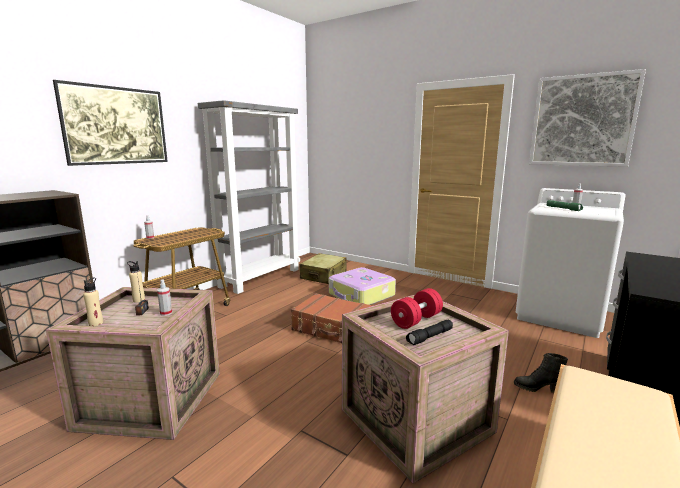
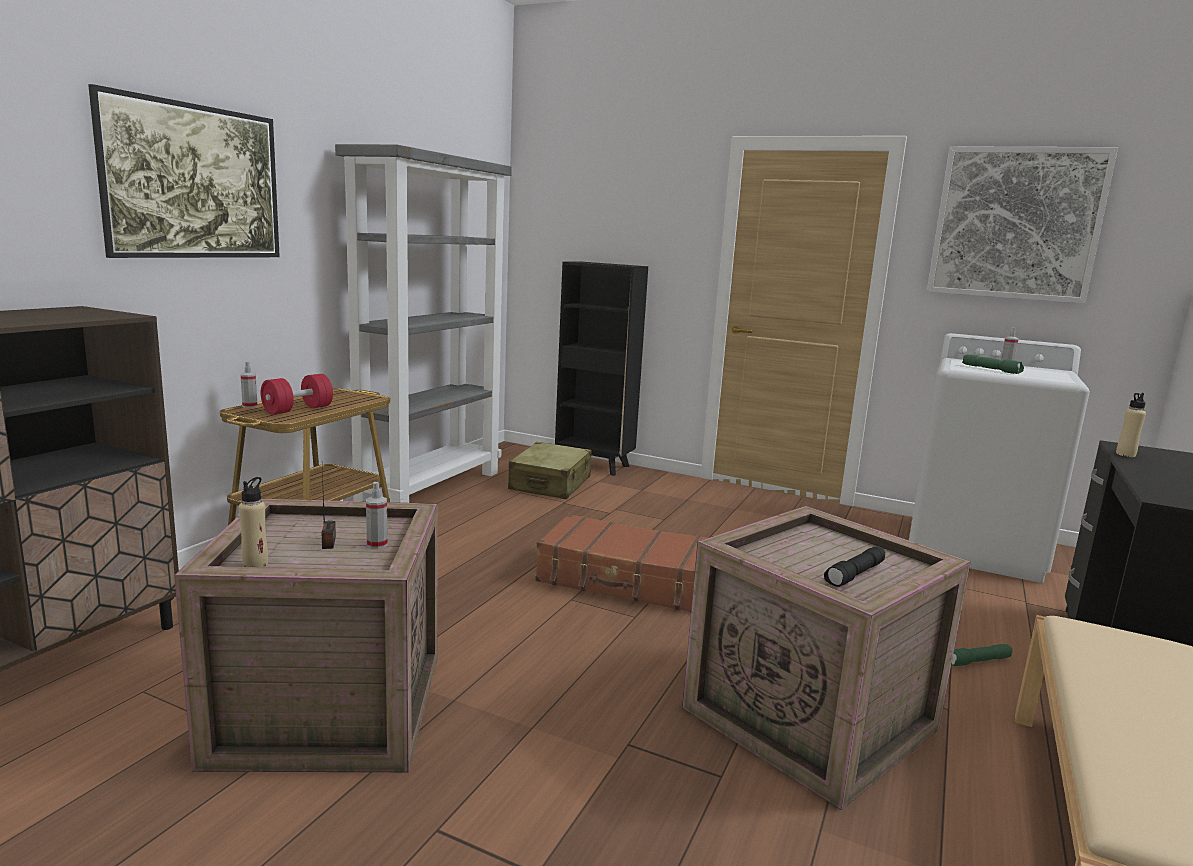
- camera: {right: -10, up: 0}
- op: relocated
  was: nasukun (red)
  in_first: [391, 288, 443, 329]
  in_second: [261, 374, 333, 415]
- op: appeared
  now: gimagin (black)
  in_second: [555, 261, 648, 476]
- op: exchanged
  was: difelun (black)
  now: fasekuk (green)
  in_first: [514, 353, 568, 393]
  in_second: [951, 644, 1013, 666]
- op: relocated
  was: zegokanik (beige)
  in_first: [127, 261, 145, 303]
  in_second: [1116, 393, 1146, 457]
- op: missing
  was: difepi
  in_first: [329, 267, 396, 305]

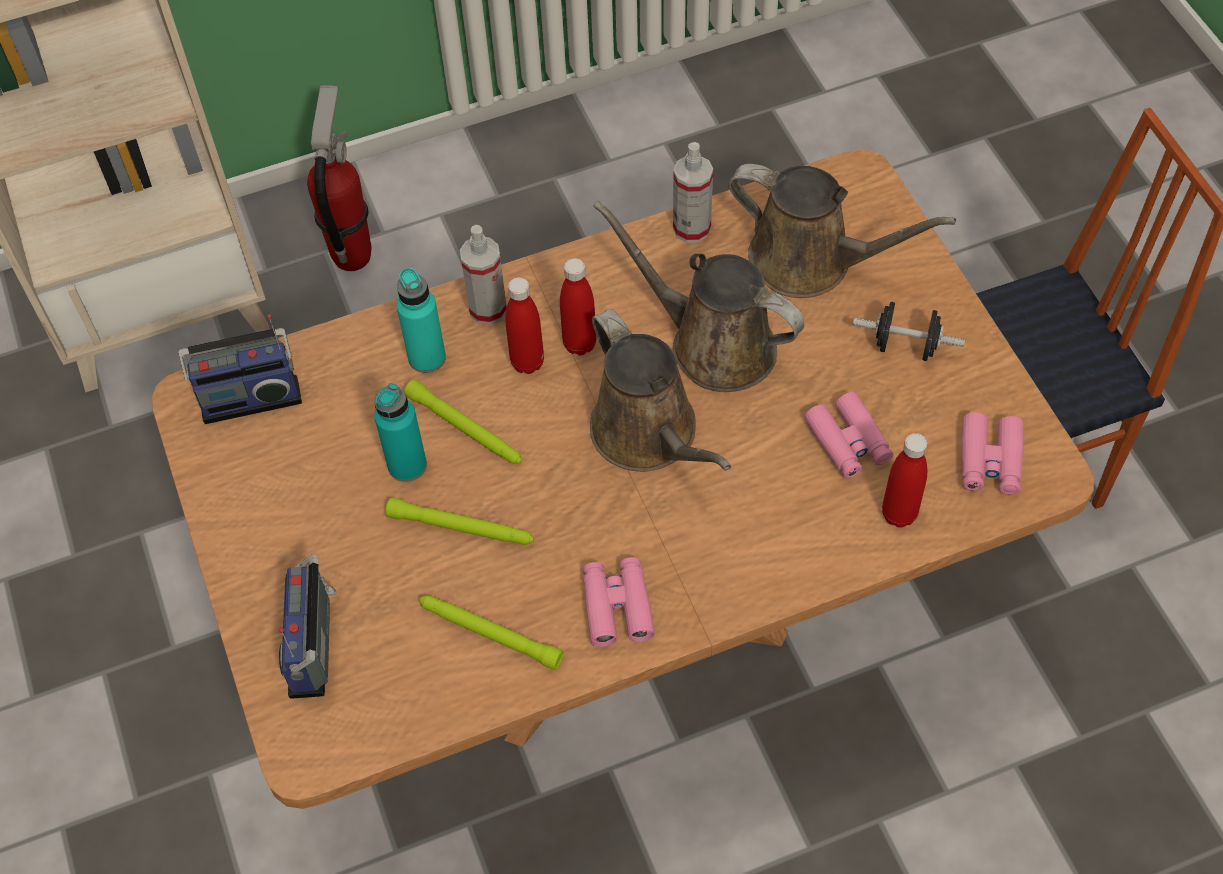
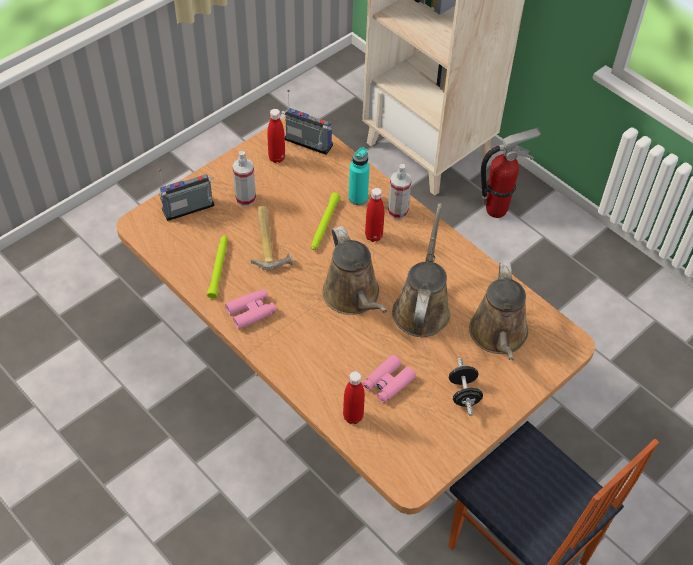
- camera: {right: 65, up: -5}
- op: relocated
  was: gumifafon
  in_first: [673, 142, 713, 243]
  in_second: [233, 151, 256, 206]
- op: exchanged
  was: fasekuk (green)
  now: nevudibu
  in_first: [385, 497, 534, 545]
  in_second: [251, 206, 293, 271]
- op: relocated
  was: zegokanik (red)
  in_first: [560, 258, 596, 355]
  in_second: [267, 109, 285, 163]
- op: spun
  was: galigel
  in_first: [178, 314, 302, 424]
  in_second: [281, 89, 333, 155]
  clockwise: 150
- op: spun
  was: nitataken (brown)
  in_first: [590, 309, 731, 472]
  in_second: [322, 226, 387, 315]
  clockwise: -60
- op: missing
  was: zegokanik (turquoise)
  in_first: [374, 383, 427, 482]
- op: missing
  was: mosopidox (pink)
  in_first: [962, 412, 1024, 495]

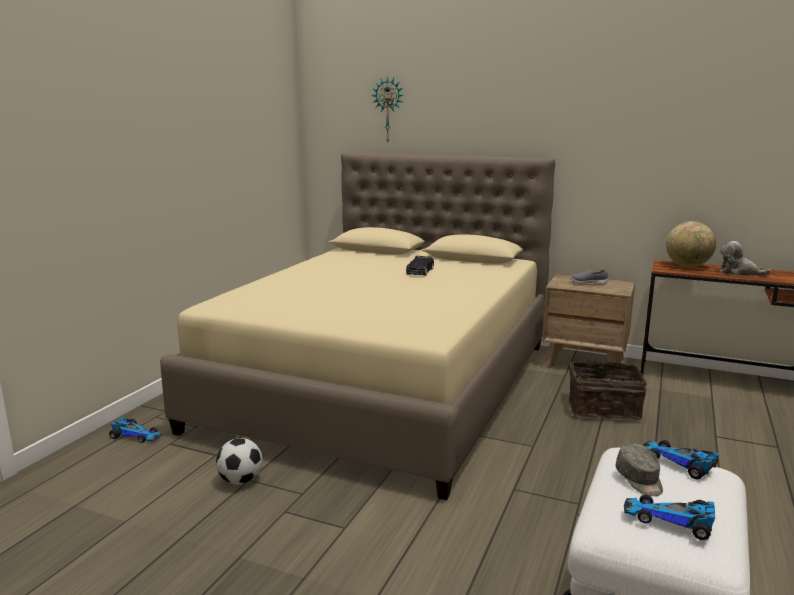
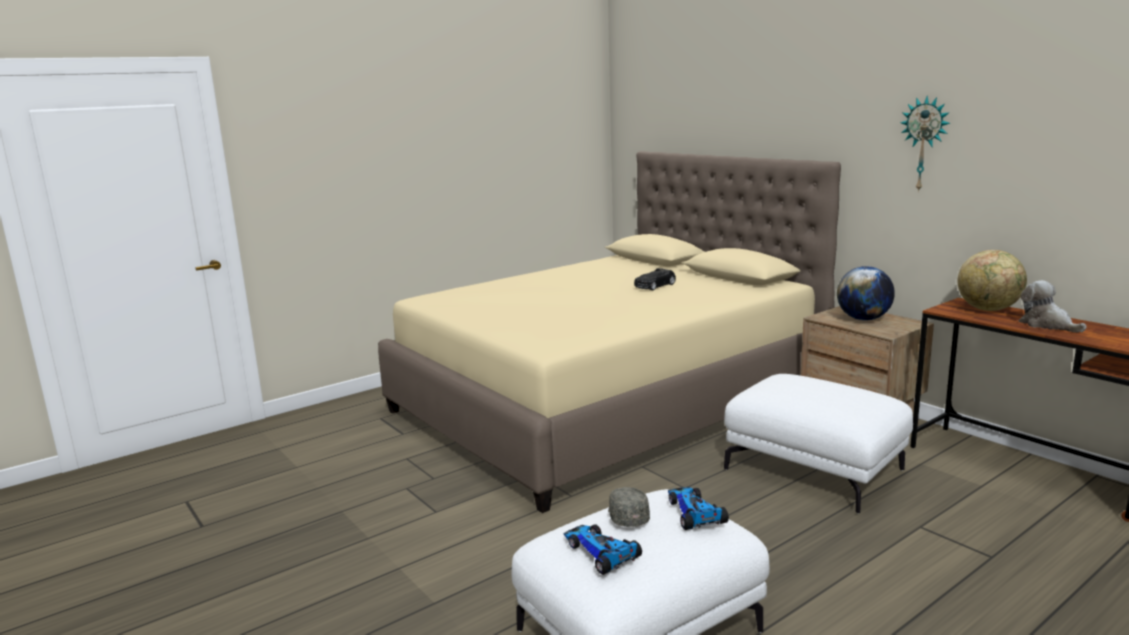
- camera: {right: 30, up: 0}
- op: spun
  was: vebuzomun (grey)
  in_first: [616, 443, 663, 496]
  in_second: [608, 487, 650, 527]
  clockwise: 150
- op: exchanged
  was: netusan
  now: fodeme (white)
  in_first: [569, 359, 647, 420]
  in_second: [724, 374, 913, 514]
- op: exchanged
  was: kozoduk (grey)
  now: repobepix
  in_first: [570, 269, 608, 284]
  in_second: [837, 266, 895, 321]
- op: relocated
  was: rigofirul
  in_first: [371, 76, 403, 144]
  in_second: [900, 96, 950, 192]
- op: missing
  was: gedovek
  in_first: [109, 417, 163, 443]
- op: missing
  was: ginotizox
  in_first: [216, 438, 262, 485]

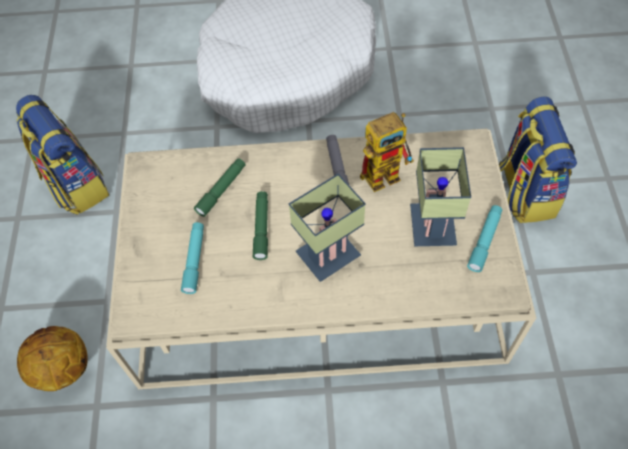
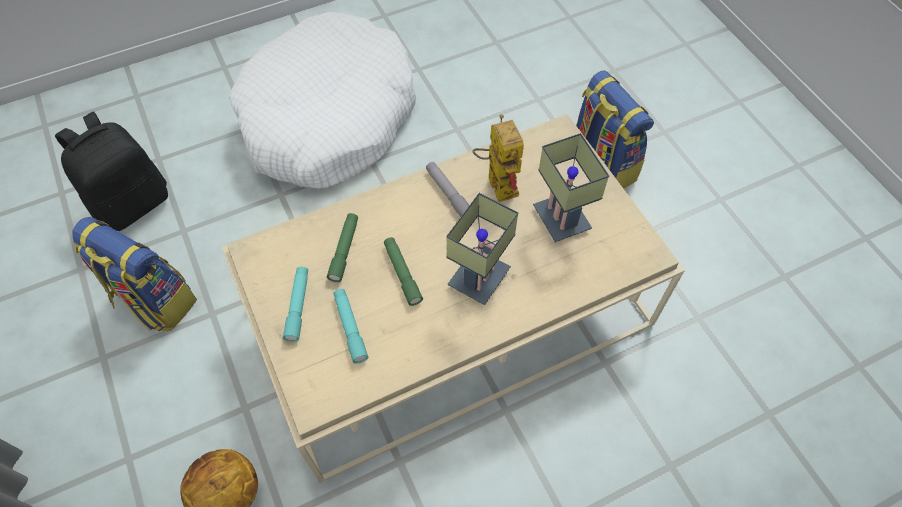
- camera: {right: -25, up: 0}
- op: appeared
  now: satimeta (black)
  in_second: [55, 112, 168, 231]
- op: relocated
  was: fasekuk (turquoise)
  in_first: [467, 205, 502, 272]
  in_second: [283, 267, 308, 342]
- op: spun
  was: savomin
  in_first: [360, 112, 414, 192]
  in_second: [473, 114, 524, 202]
  clockwise: -60

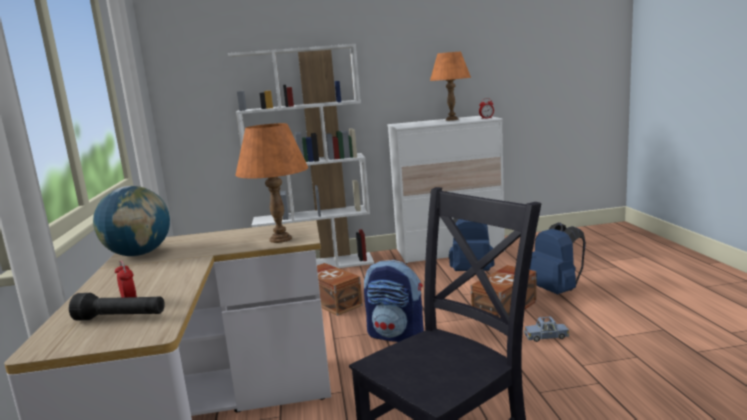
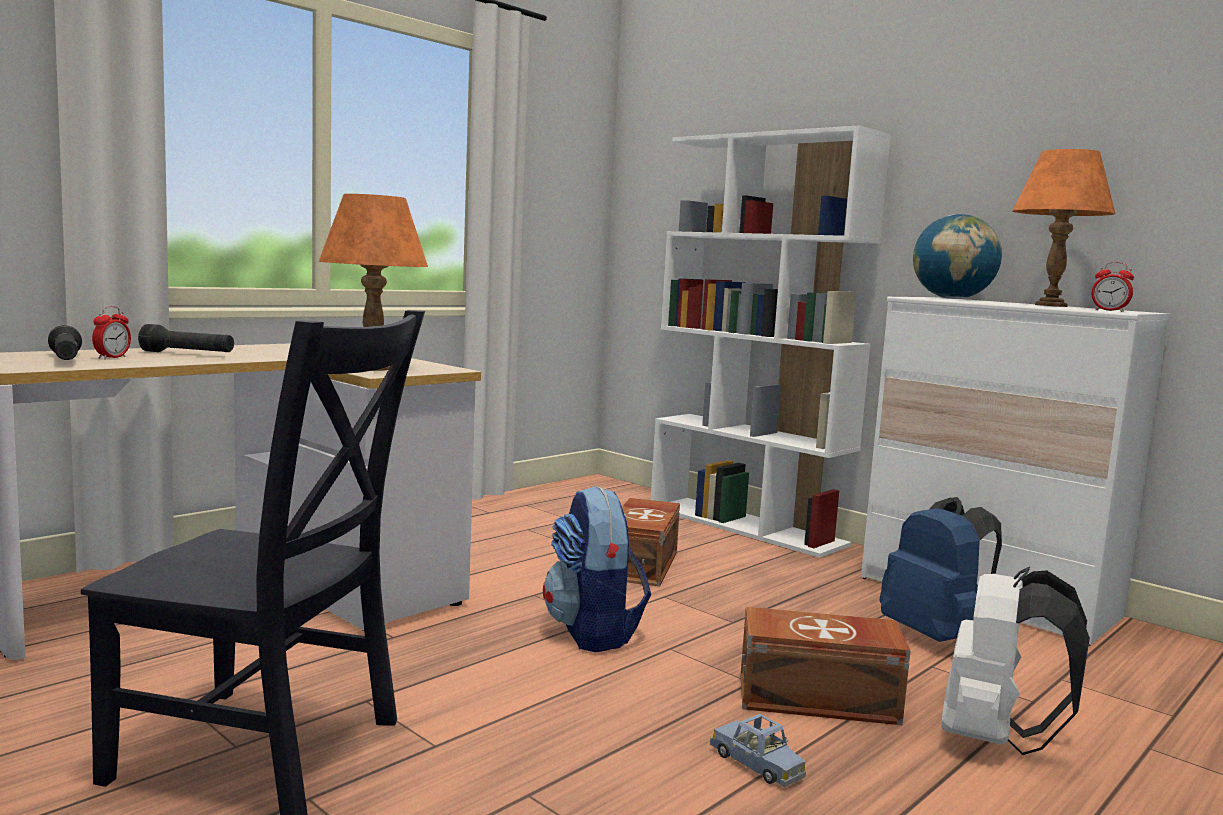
- camera: {right: 50, up: -5}
- op: appeared
  now: fasekuk (black)
  in_second: [138, 324, 234, 352]
- op: relocated
  was: repobepix
  in_first: [93, 186, 170, 256]
  in_second: [913, 214, 1002, 299]
- op: colour
  was: satimeta (blue)
  now: satimeta (white)
  in_first: [530, 222, 586, 294]
  in_second: [941, 567, 1090, 755]

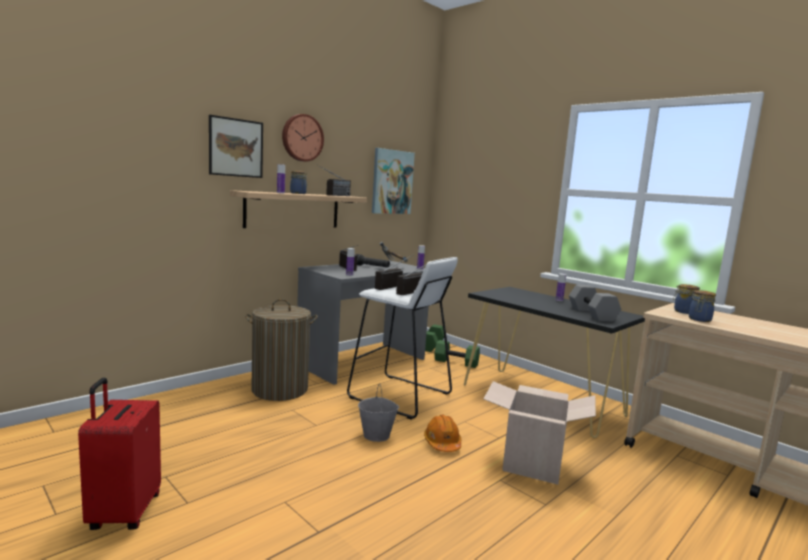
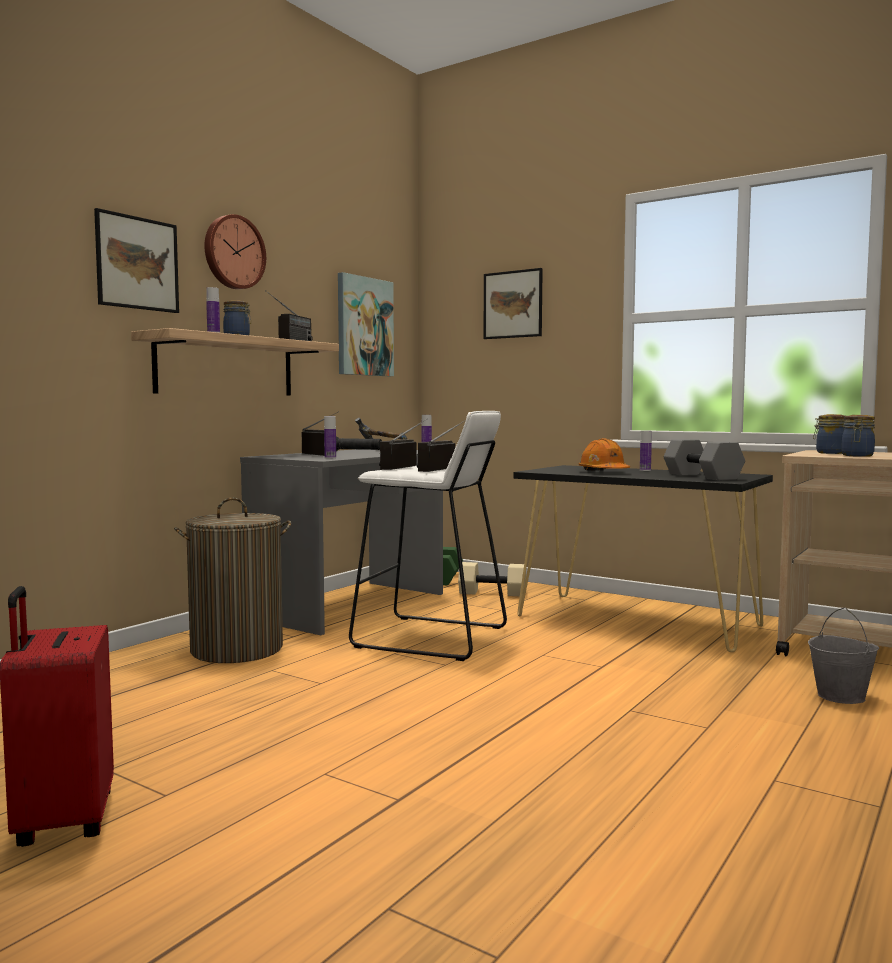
- camera: {right: -10, up: -5}
- op: colour
  was: nasukun (green)
  now: nasukun (beige)
  in_first: [434, 340, 480, 368]
  in_second: [458, 562, 526, 596]
- op: appeared
  now: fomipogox
  in_second: [484, 268, 543, 339]
- op: relocated
  was: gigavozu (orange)
  in_first: [424, 415, 461, 452]
  in_second: [579, 438, 630, 471]
- op: relocated
  was: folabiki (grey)
  in_first: [358, 384, 399, 442]
  in_second: [808, 607, 879, 704]
- op: missing
  was: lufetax
  in_first: [484, 381, 596, 485]

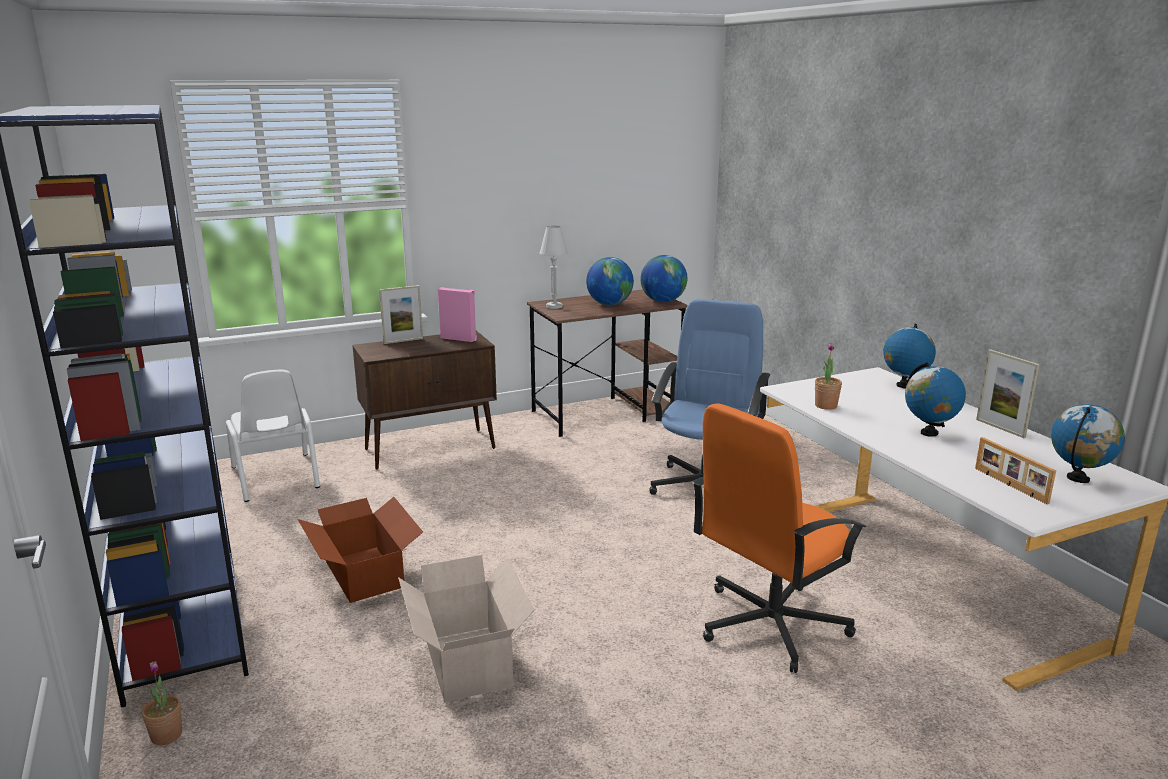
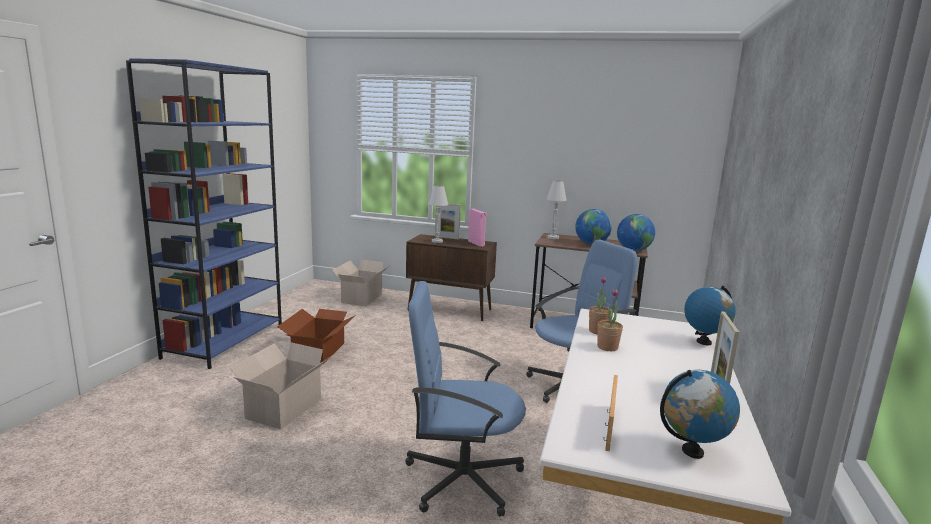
- camera: {right: 40, up: -5}
- op: exchanged
  was: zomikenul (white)
  now: lufetax
  in_first: [226, 370, 320, 502]
  in_second: [332, 260, 390, 306]
- op: colour
  was: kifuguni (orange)
  now: kifuguni (blue)
  in_first: [692, 403, 866, 673]
  in_second: [405, 281, 526, 517]
- op: appeared
  now: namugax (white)
  in_second: [429, 185, 448, 243]
- op: relocated
  was: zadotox
  in_first: [142, 661, 182, 745]
  in_second: [597, 289, 623, 351]
- op: missing
  was: repobepix
  in_first: [905, 362, 966, 437]

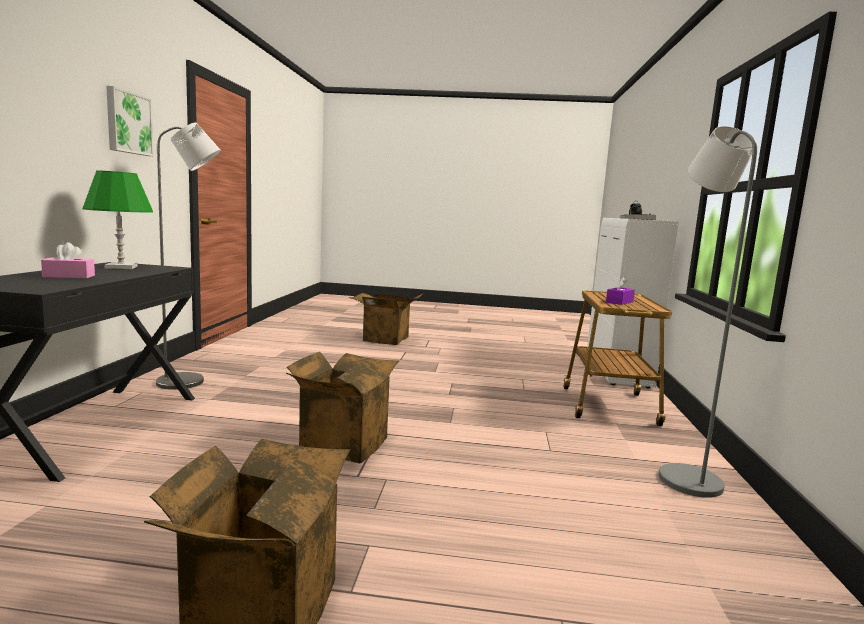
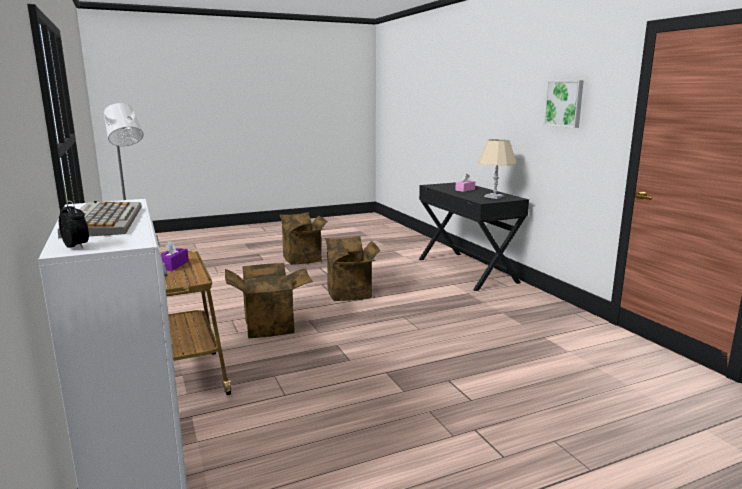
- camera: {right: 150, up: 5}
- op: relocated
  was: lufetax
  in_first: [349, 293, 423, 345]
  in_second: [225, 263, 313, 338]
- op: colour
  was: namugax (green)
  now: namugax (beige)
  in_first: [83, 170, 153, 269]
  in_second: [478, 139, 517, 199]
- op: missing
  was: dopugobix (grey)
  in_first: [156, 122, 221, 390]

